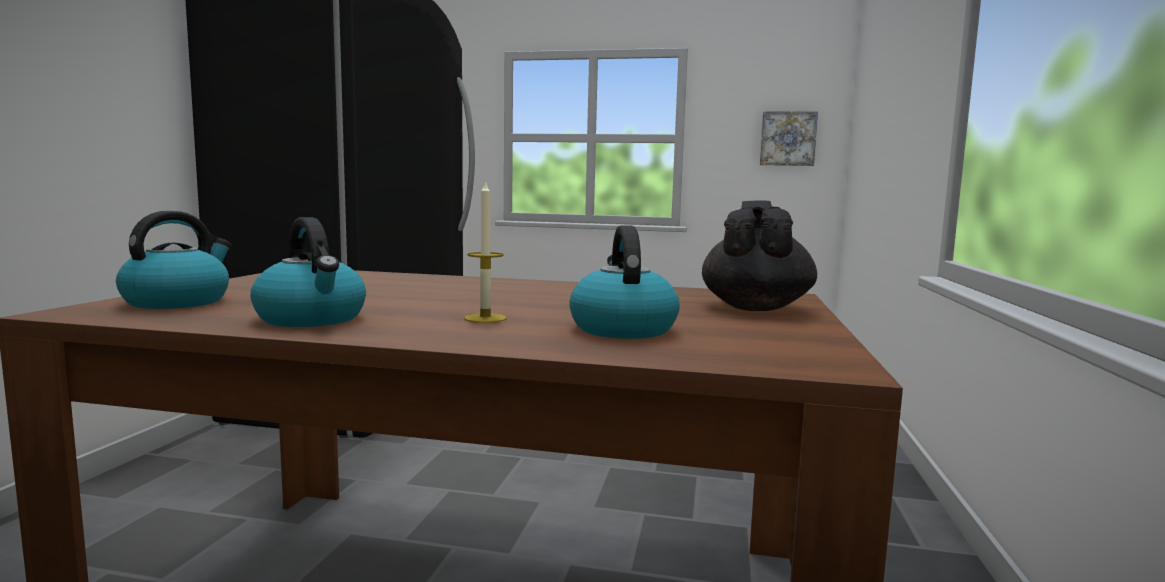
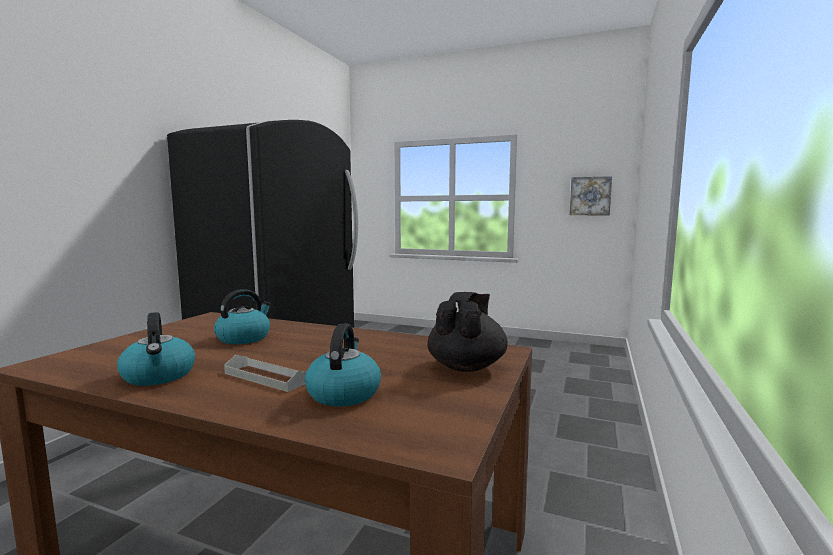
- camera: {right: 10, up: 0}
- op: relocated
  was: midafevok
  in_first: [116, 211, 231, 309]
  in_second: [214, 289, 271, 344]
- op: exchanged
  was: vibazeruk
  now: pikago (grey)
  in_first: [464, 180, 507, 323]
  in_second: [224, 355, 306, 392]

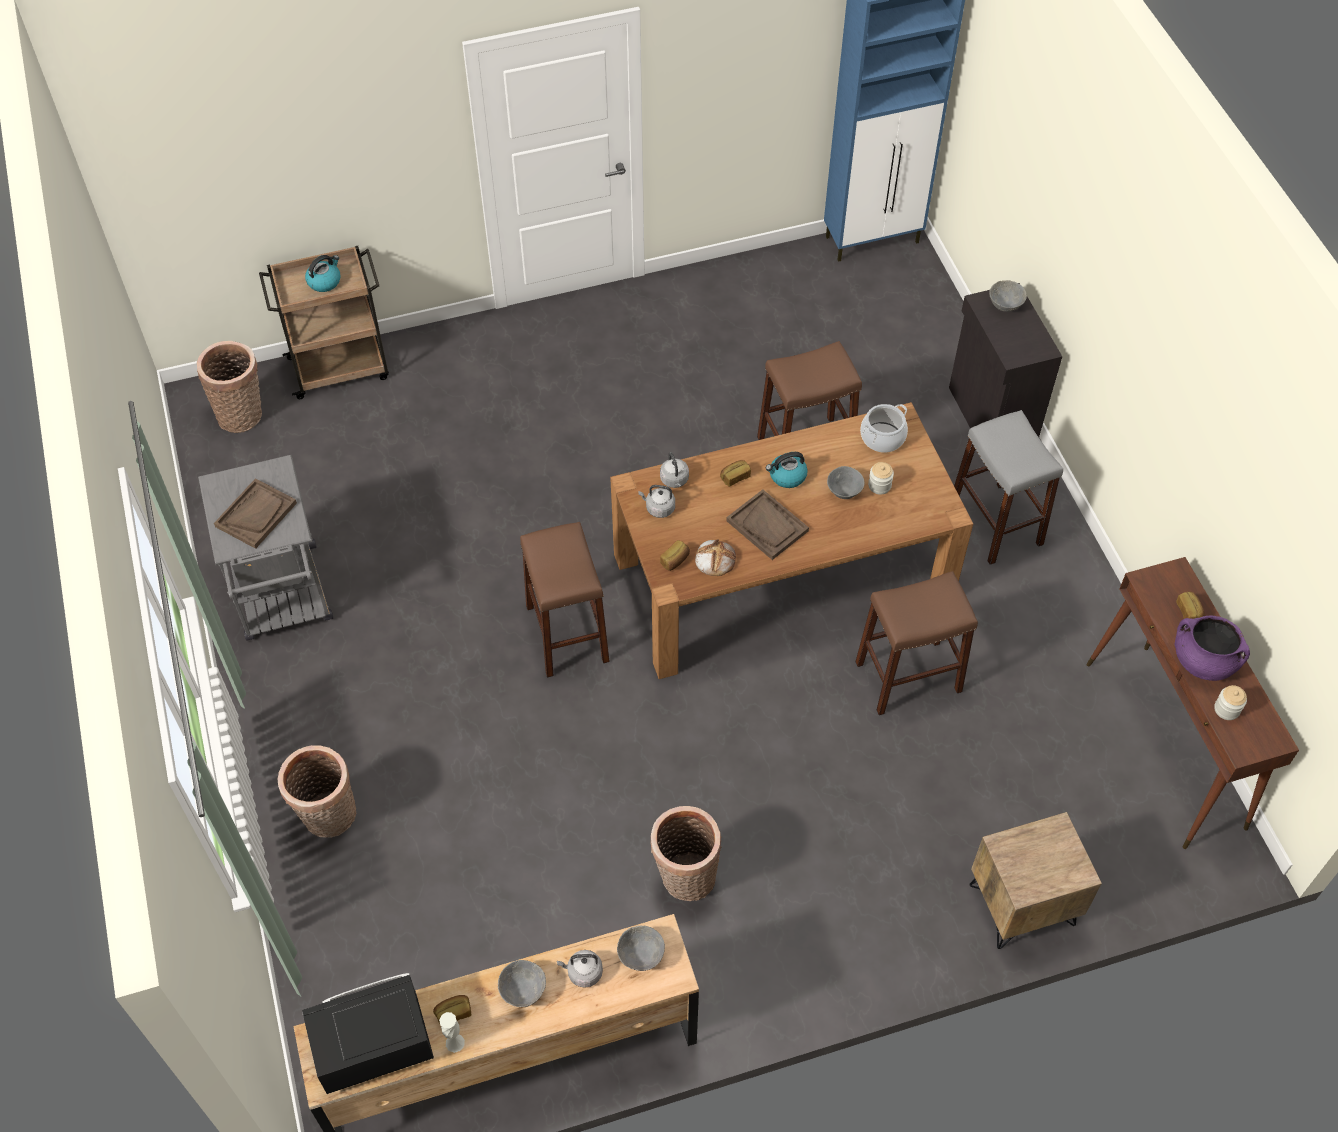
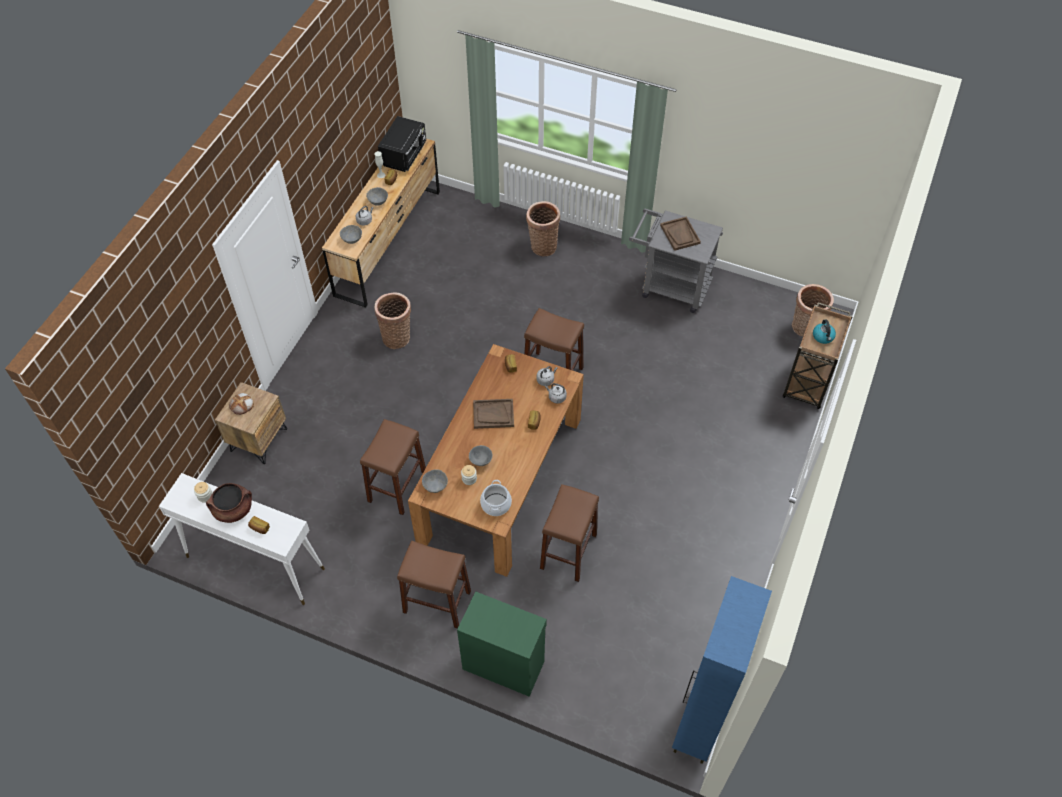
- camera: {right: 130, up: 0}
- op: colour
  was: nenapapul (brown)
  now: nenapapul (white)
  in_first: [1087, 557, 1299, 849]
  in_second: [159, 473, 325, 605]
- op: colour
  was: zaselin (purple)
  now: zaselin (brown)
  in_first: [1174, 615, 1250, 681]
  in_second: [206, 483, 252, 523]
- op: relocated
  was: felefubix
  in_first: [695, 539, 736, 576]
  in_second: [229, 393, 254, 415]
- op: colour
  was: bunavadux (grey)
  now: bunavadux (brown)
  in_first: [954, 410, 1063, 565]
  in_second: [397, 541, 471, 629]
- op: relocated
  was: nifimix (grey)
  in_first: [989, 280, 1027, 312]
  in_second: [422, 469, 448, 493]
- op: colour
  was: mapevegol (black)
  now: mapevegol (green)
  in_first: [949, 283, 1063, 437]
  in_second: [457, 591, 547, 697]
- op: missing
  was: midafevok
  in_first: [766, 452, 808, 488]

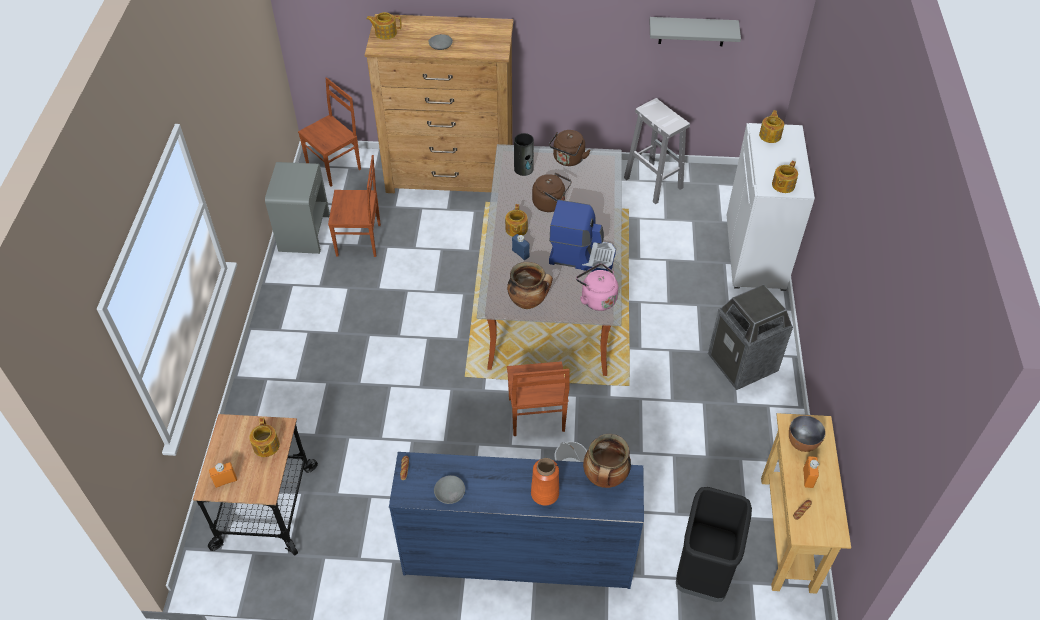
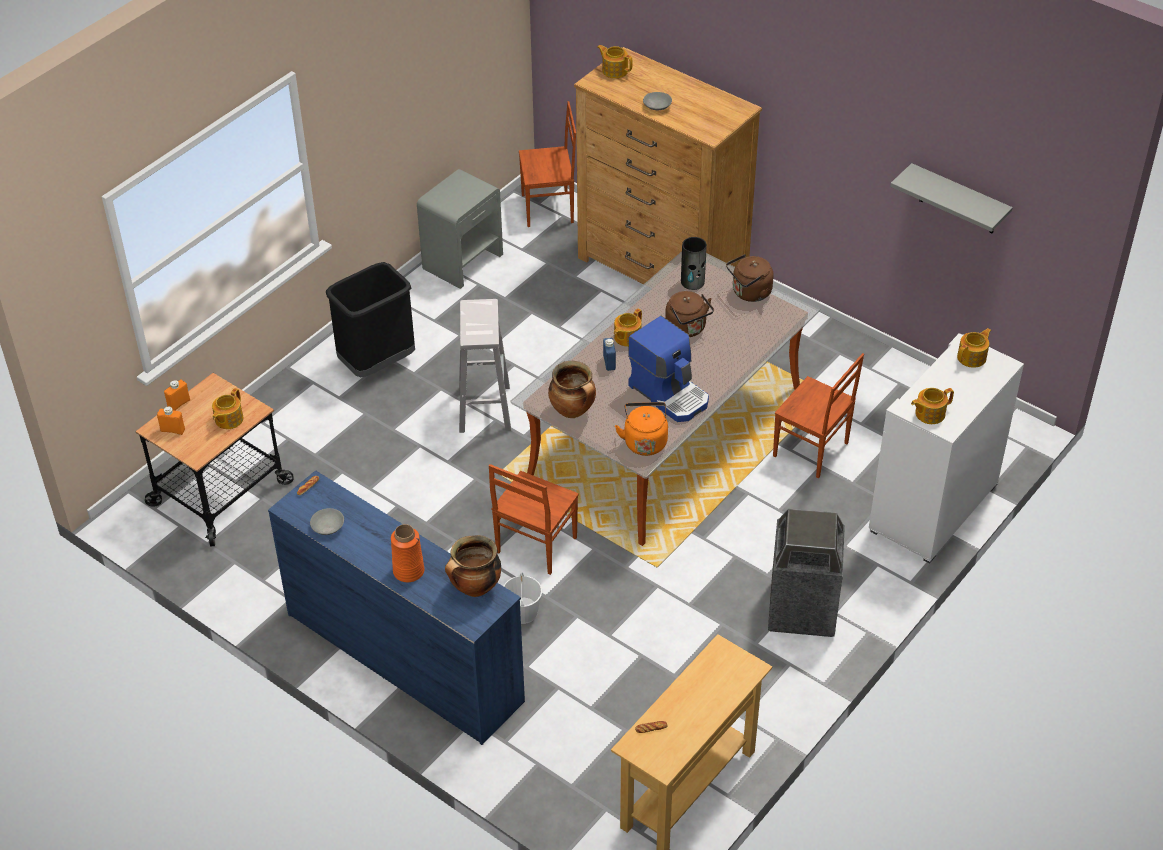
- camera: {right: 35, up: -5}
- op: relocated
  was: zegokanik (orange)
  in_first: [803, 456, 819, 488]
  in_second: [164, 380, 190, 411]
- op: relocated
  was: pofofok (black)
  in_first: [676, 487, 752, 602]
  in_second: [326, 262, 415, 377]
- op: relocated
  was: bunavadux (white)
  in_first: [624, 98, 690, 204]
  in_second: [459, 299, 511, 433]
- op: colour
  was: midafevok (pink)
  now: midafevok (orange)
  in_first: [576, 263, 618, 311]
  in_second: [615, 402, 668, 456]
- op: relocated
  was: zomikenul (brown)
  in_first: [328, 155, 381, 257]
  in_second: [773, 353, 864, 478]
- op: missing
  was: nifimix
  in_first: [789, 415, 826, 452]

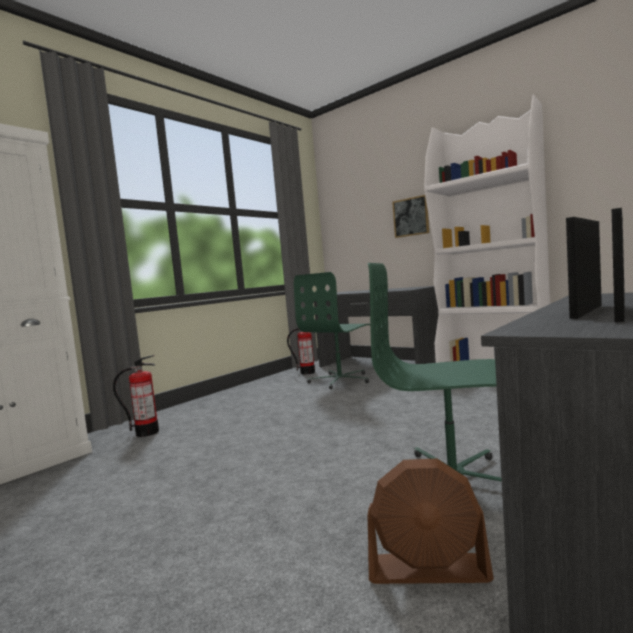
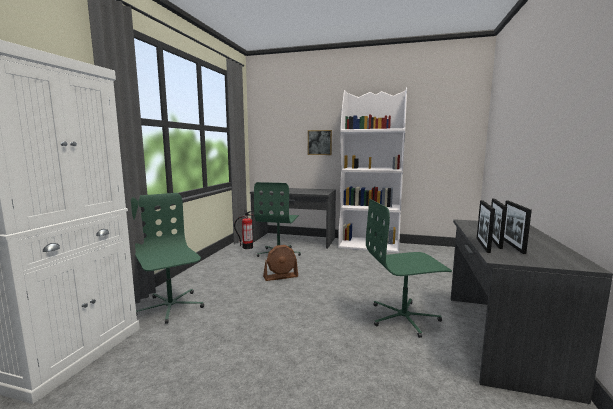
- camera: {right: -25, up: 5}
- op: exchanged
  was: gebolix
  now: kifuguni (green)
  in_first: [113, 355, 159, 437]
  in_second: [131, 193, 204, 324]
- op: relocated
  was: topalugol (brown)
  in_first: [367, 459, 494, 584]
  in_second: [263, 245, 298, 281]
- op: appeared
  now: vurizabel
  in_second: [477, 200, 495, 253]

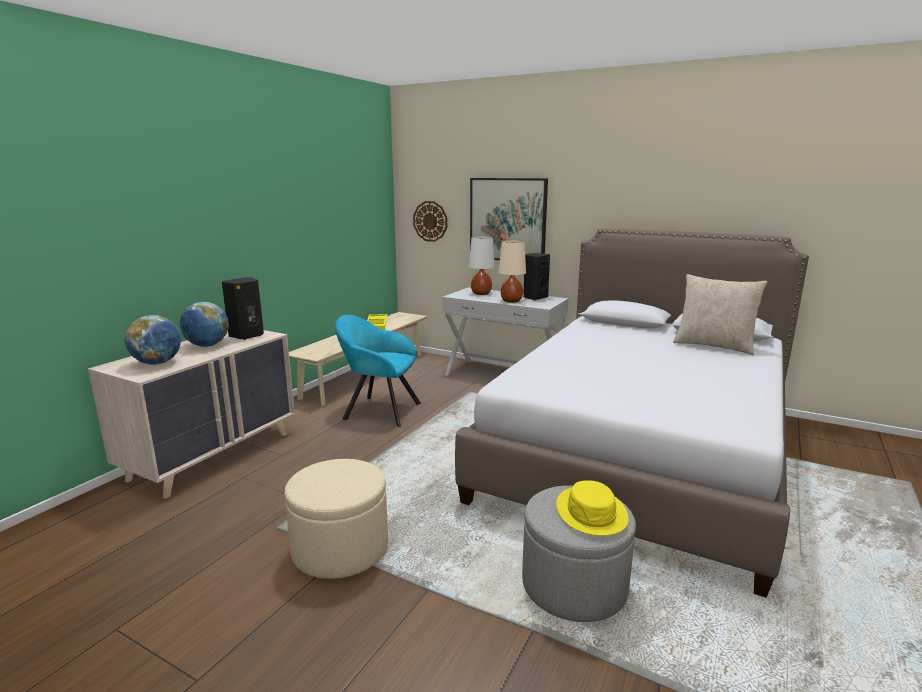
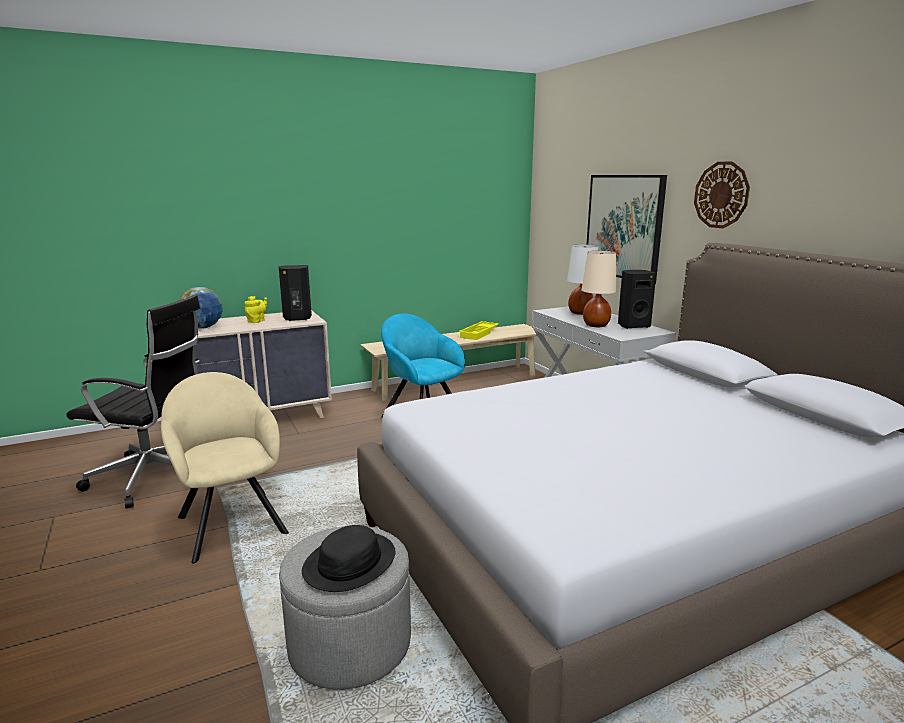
- camera: {right: 35, up: 0}
- op: appeared
  now: kifuguni (black)
  in_second: [66, 295, 200, 509]
- op: exchanged
  was: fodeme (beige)
  now: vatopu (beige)
  in_first: [285, 459, 388, 579]
  in_second: [161, 372, 289, 564]
- op: exchanged
  was: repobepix
  now: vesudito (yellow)
  in_first: [180, 302, 229, 347]
  in_second: [244, 296, 267, 323]
- op: colour
  was: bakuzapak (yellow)
  now: bakuzapak (black)
  in_first: [556, 480, 629, 536]
  in_second: [302, 525, 395, 592]
- op: relocated
  was: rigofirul
  in_first: [413, 201, 447, 242]
  in_second: [694, 161, 750, 228]
- op: missing
  was: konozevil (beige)
  in_first: [673, 274, 768, 355]

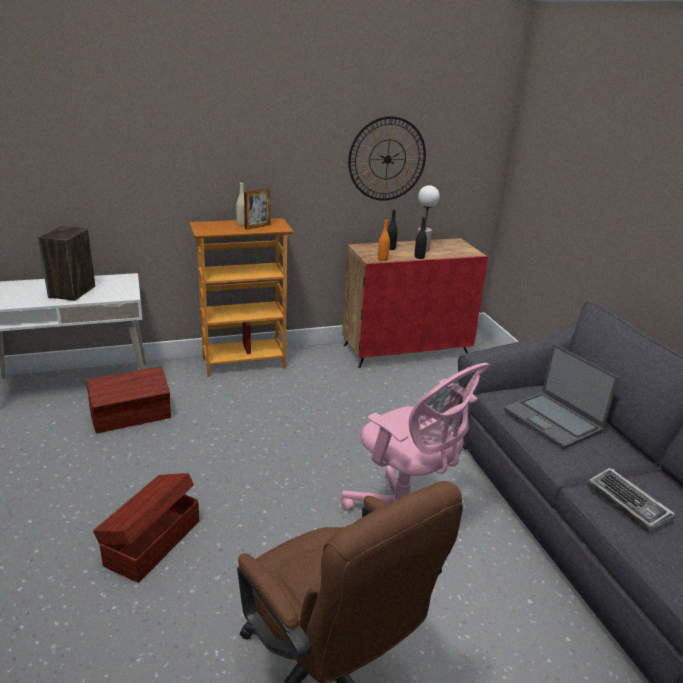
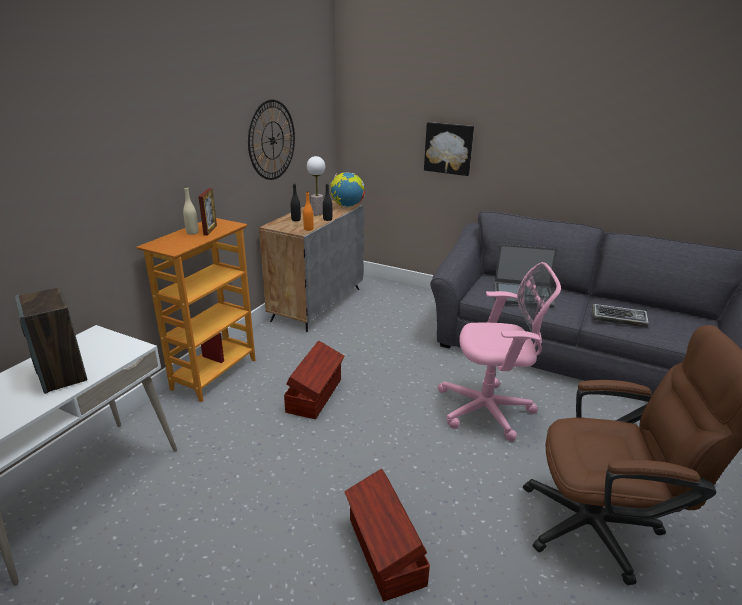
- camera: {right: -45, up: 0}
- op: colour
  was: mapevegol (red)
  now: mapevegol (grey)
  in_first: [342, 238, 488, 368]
  in_second: [259, 199, 364, 332]
- op: relocated
  was: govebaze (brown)
  in_first: [86, 366, 171, 433]
  in_second: [284, 340, 345, 419]
- op: appeared
  now: repobepix
  in_second: [330, 172, 365, 207]
- op: appeared
  now: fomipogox
  in_second: [424, 122, 474, 176]

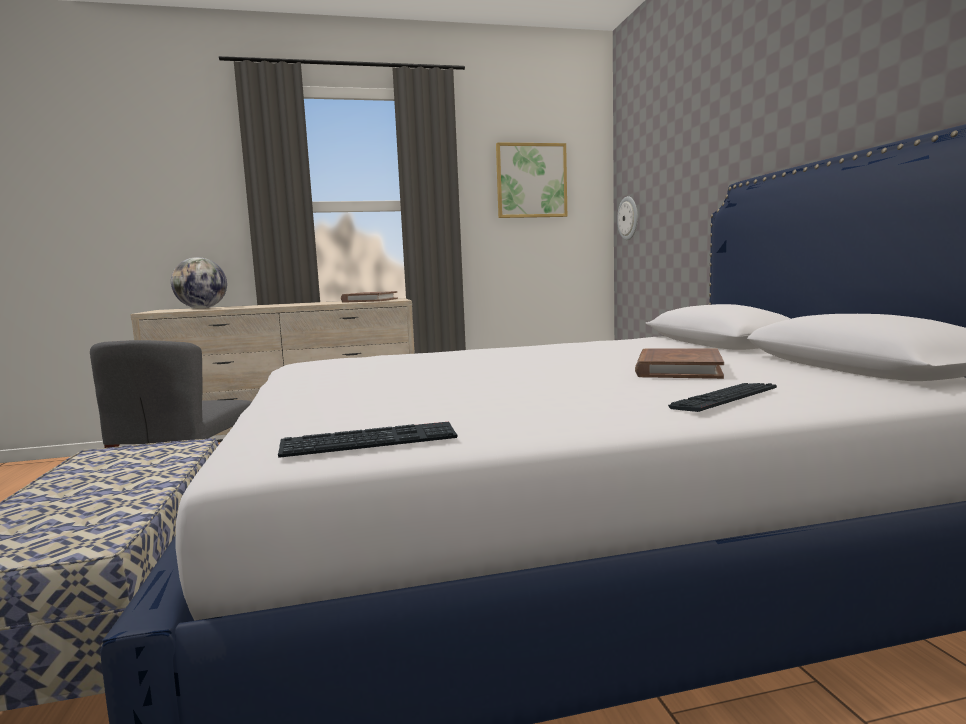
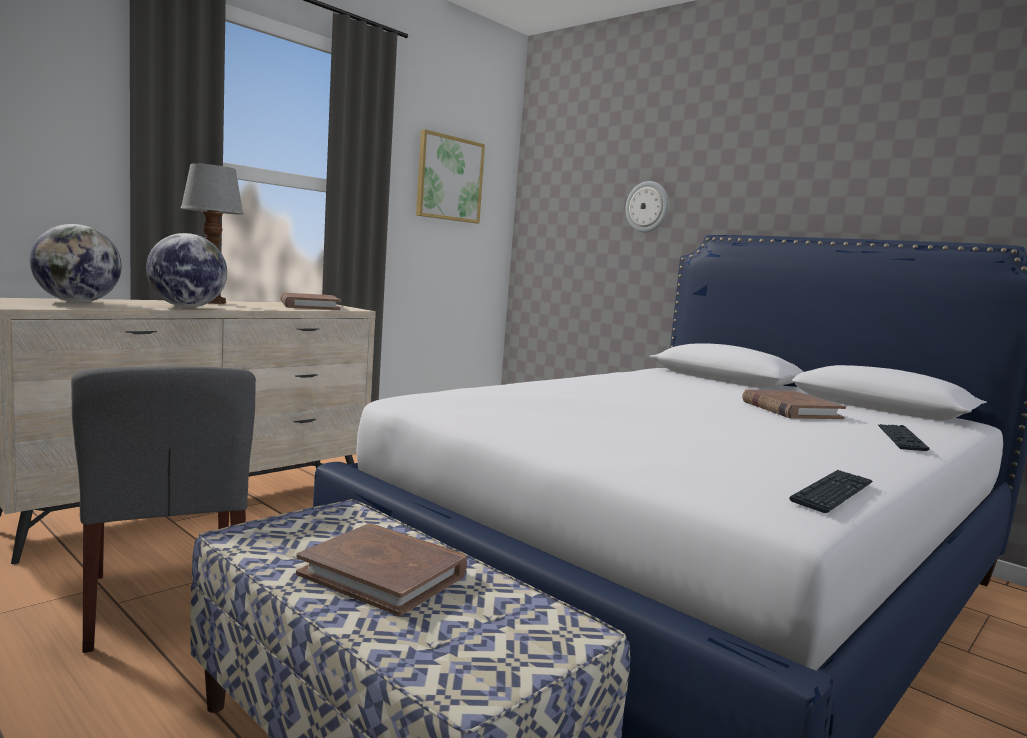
- camera: {right: -35, up: 0}
- op: appeared
  now: repobepix
  in_second: [146, 233, 227, 308]
- op: appeared
  now: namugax
  in_second: [180, 163, 244, 304]
- op: appeared
  now: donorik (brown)
  in_second: [296, 523, 467, 616]
- op: relocated
  was: rigofirul
  in_first: [617, 196, 638, 240]
  in_second: [625, 181, 669, 232]

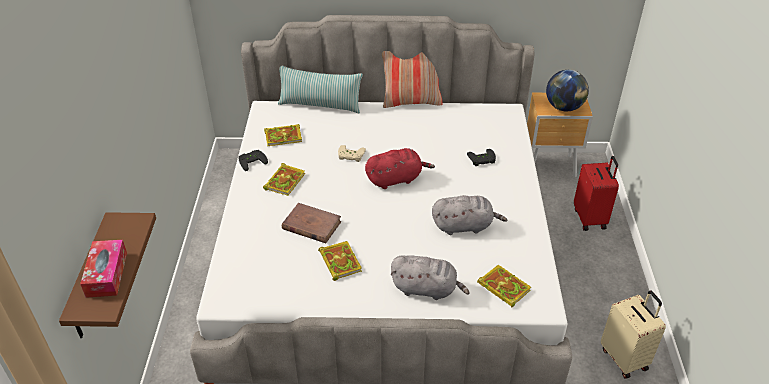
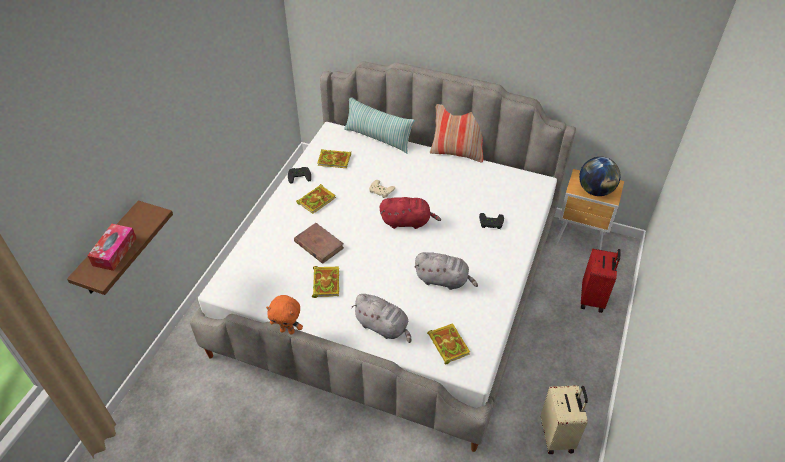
- camera: {right: 20, up: 5}
- op: appeared
  now: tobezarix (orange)
  in_second: [266, 295, 303, 335]

